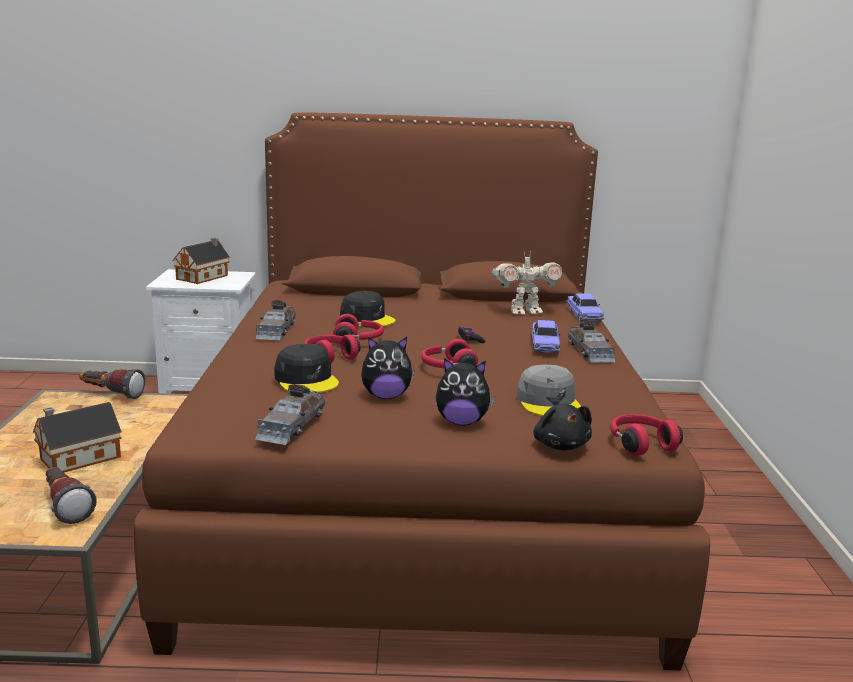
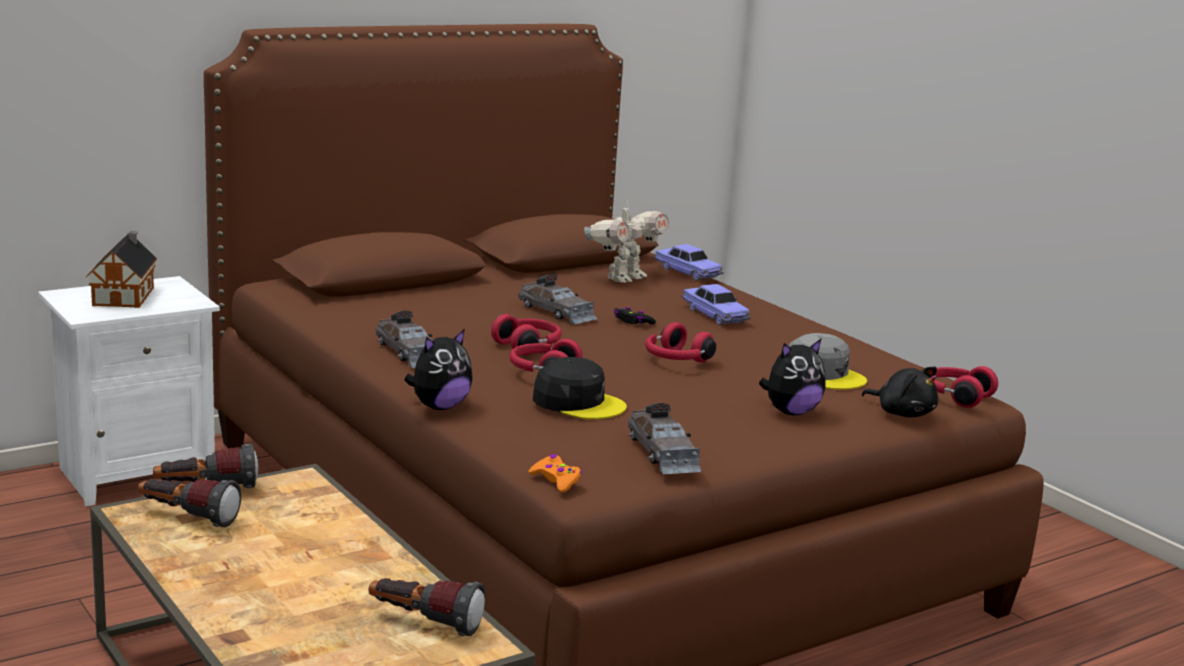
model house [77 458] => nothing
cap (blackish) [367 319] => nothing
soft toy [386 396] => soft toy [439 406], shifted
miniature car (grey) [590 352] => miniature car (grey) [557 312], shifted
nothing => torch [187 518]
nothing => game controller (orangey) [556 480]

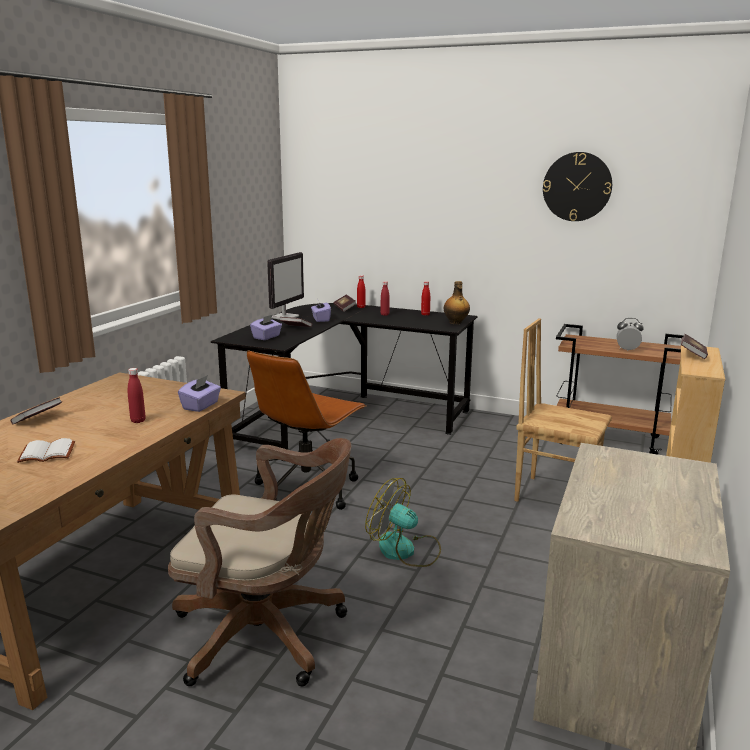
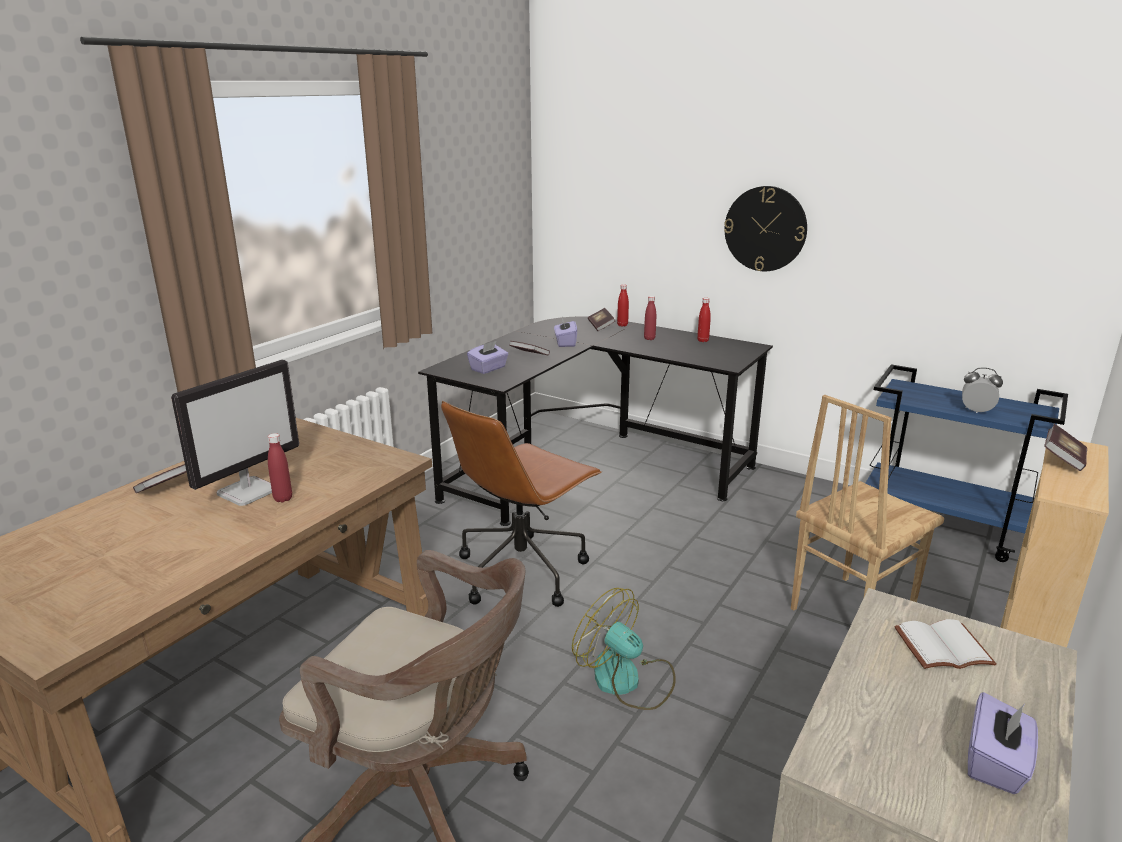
book (whitish) [46 454] => book (whitish) [942 649], shifted
tissue holder (purplish) [201 406] => tissue holder (purplish) [996 763], shifted
computer display [285 317] => computer display [248 491], shifted
bottle [455 323] => nothing
plain chair (brown-coloured) [555 495] => plain chair (brown-coloured) [849 611], 75 degrees counterclockwise
clock on the wall [577 186] => clock on the wall [765 229], shifted
trolley (brown-coloured) [609 440] => trolley (blue-coloured) [942 527]

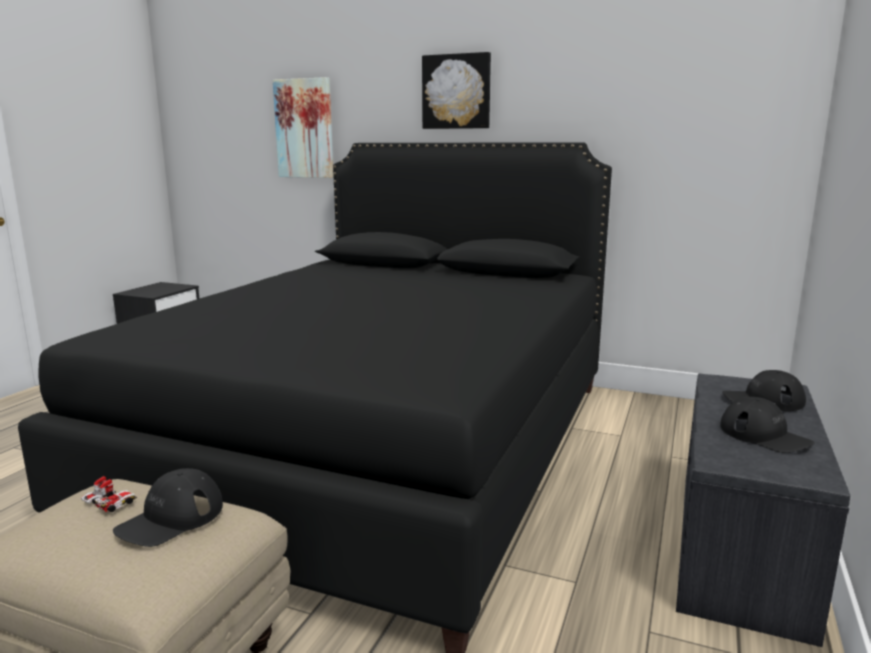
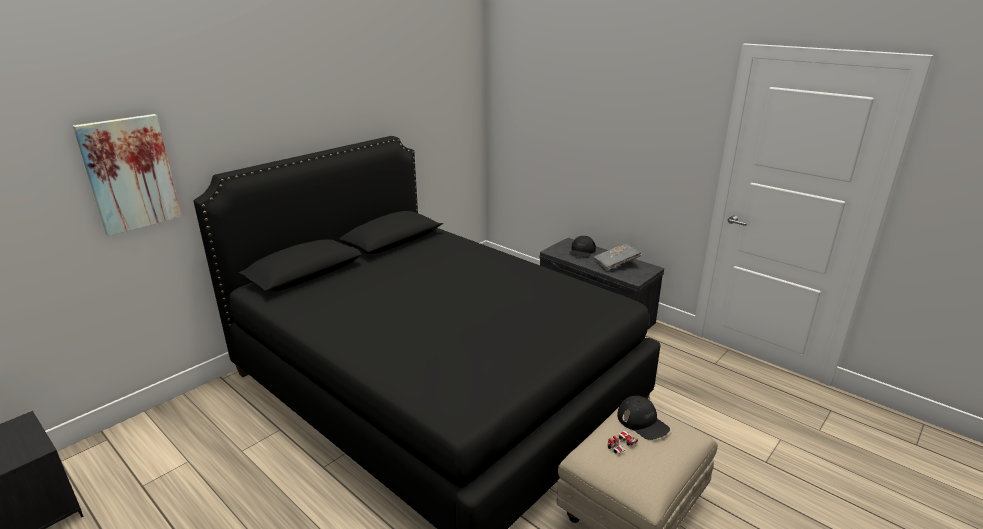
picture [457 92] => nothing
cap (blackish) [765 435] => book (grey) [616 263]

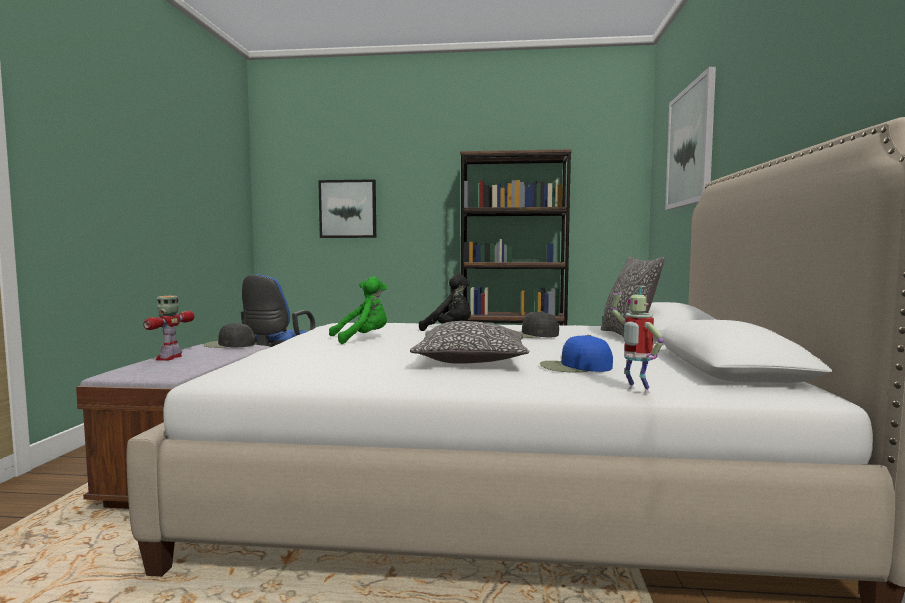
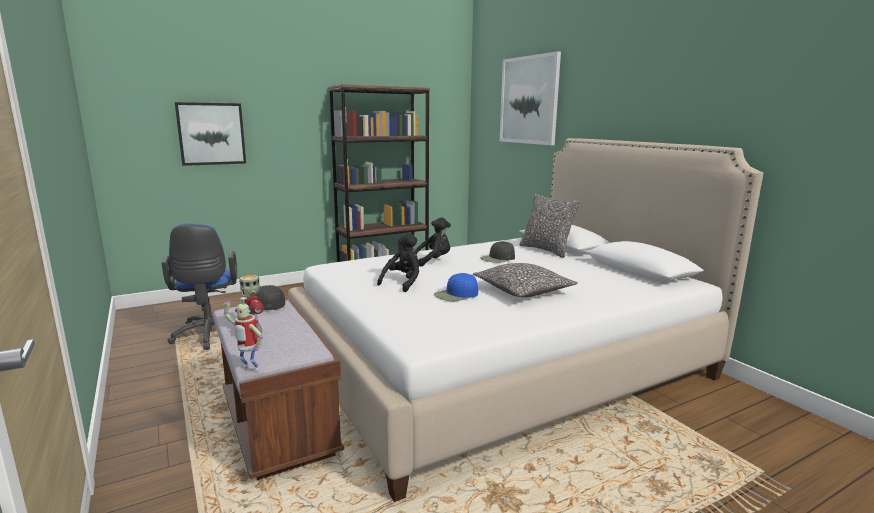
soft toy (green-coloured) [363 339] => soft toy (blackish) [403 283]
cap (blue-coloured) [575 367] => cap (blue-coloured) [456 295], shifted
robot figure [636 390] => robot figure [249 369], shifted

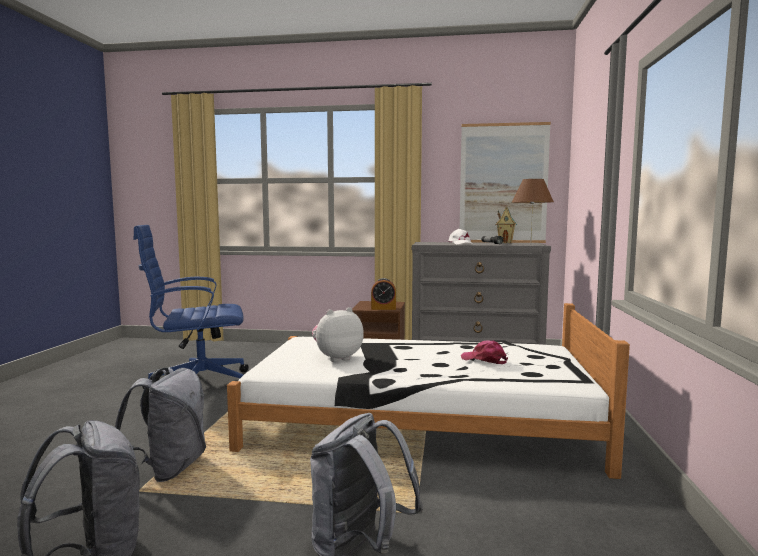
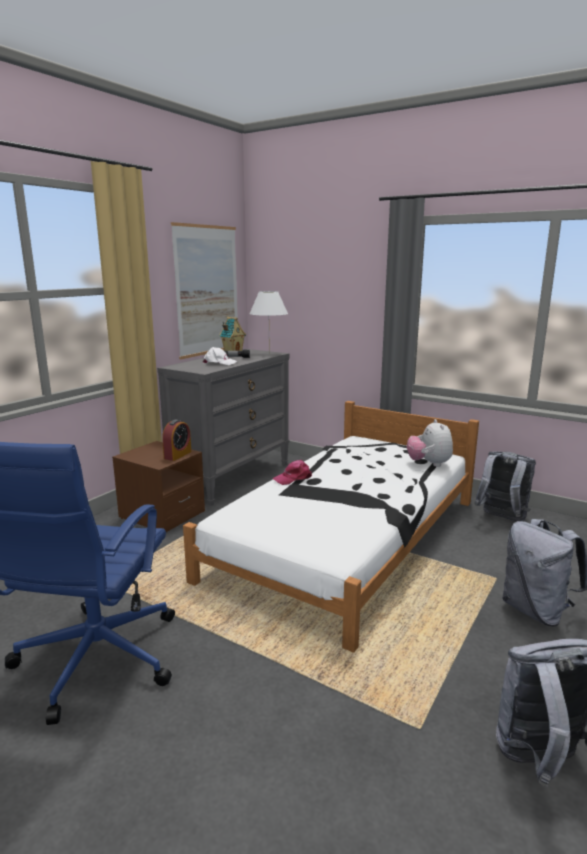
backpack (grey) [169 469] => backpack (grey) [501 518], shifted
soft toy [336 358] => soft toy [429 464], shifted
cap (pinkish) [484 360] => cap (pinkish) [293 478], shifted
table lamp (brown-coloured) [531 244] => table lamp (whitish) [269 354]

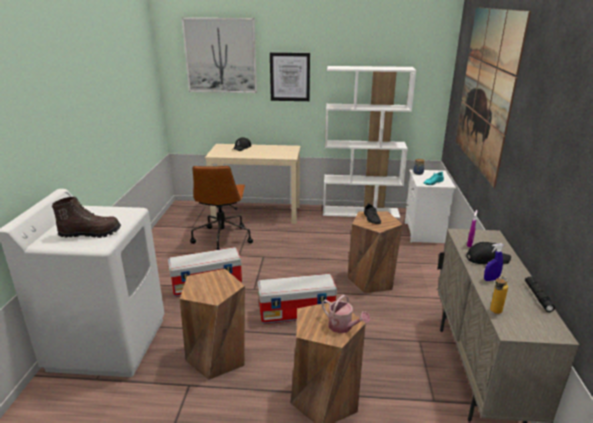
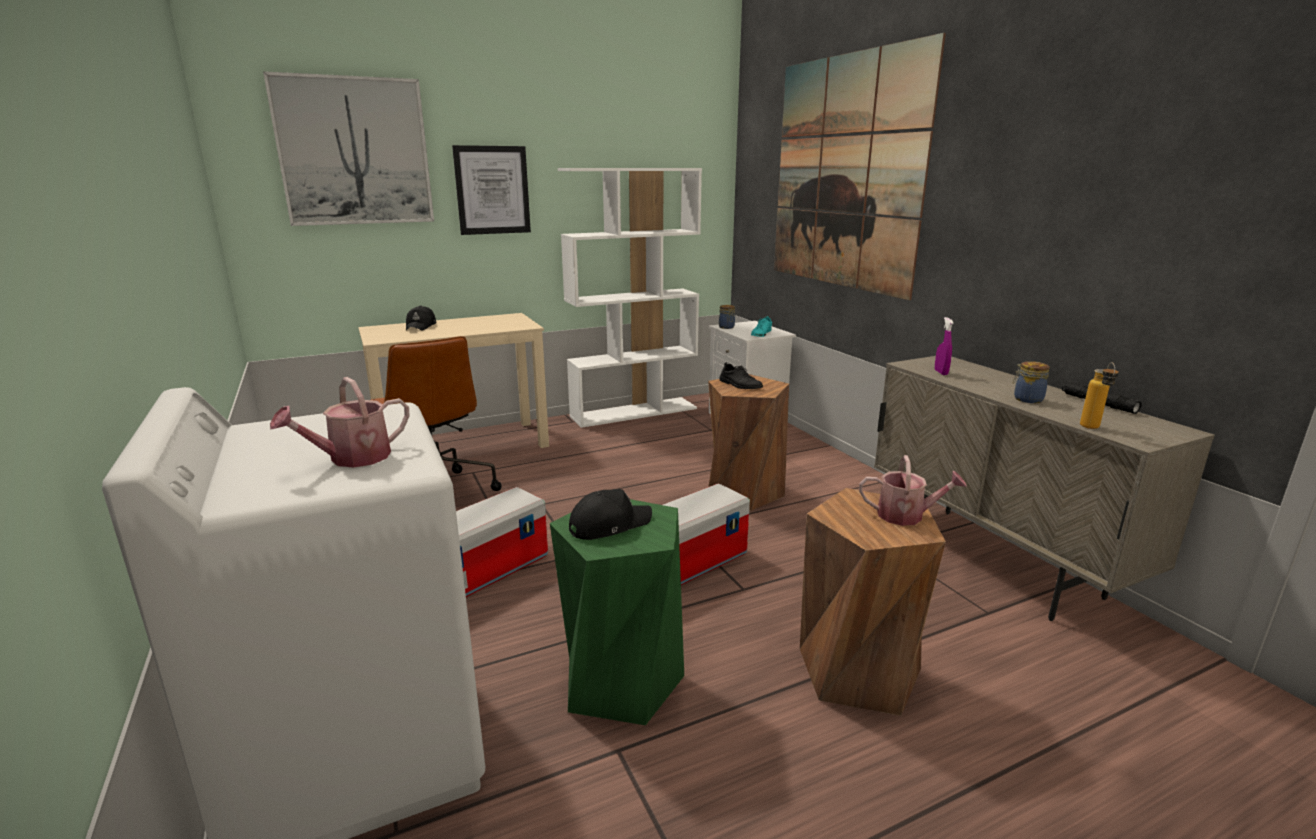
boot (brown-coloured) [91 233] => watering can [352 458]
stool seat (brown-coloured) [217 356] => stool seat (green-coloured) [621 680]
cap (blackish) [486 259] => cap (blackish) [609 525], shifted
spray bottle (blue-coloured) [491 279] => preserve jar [1026 399]

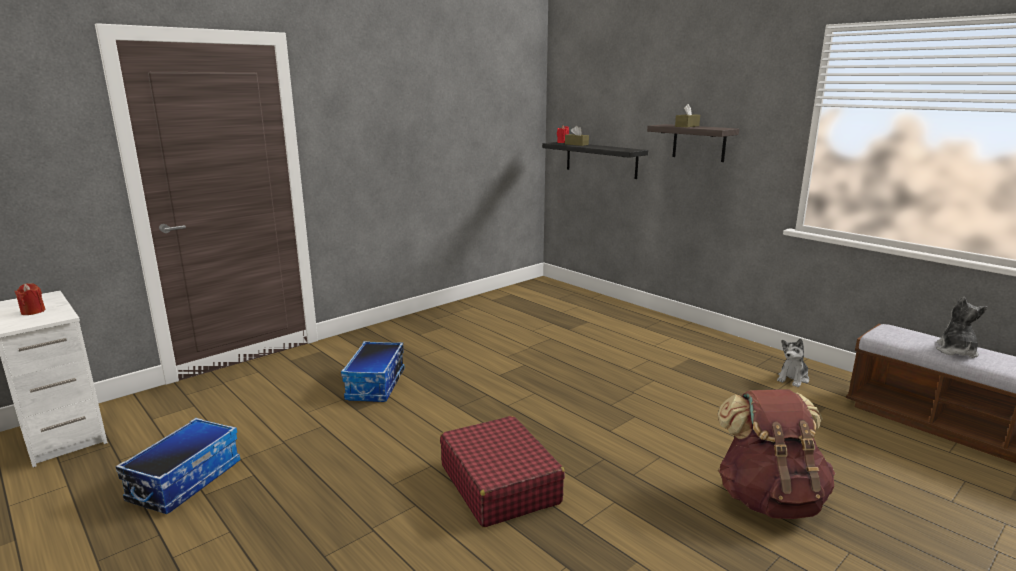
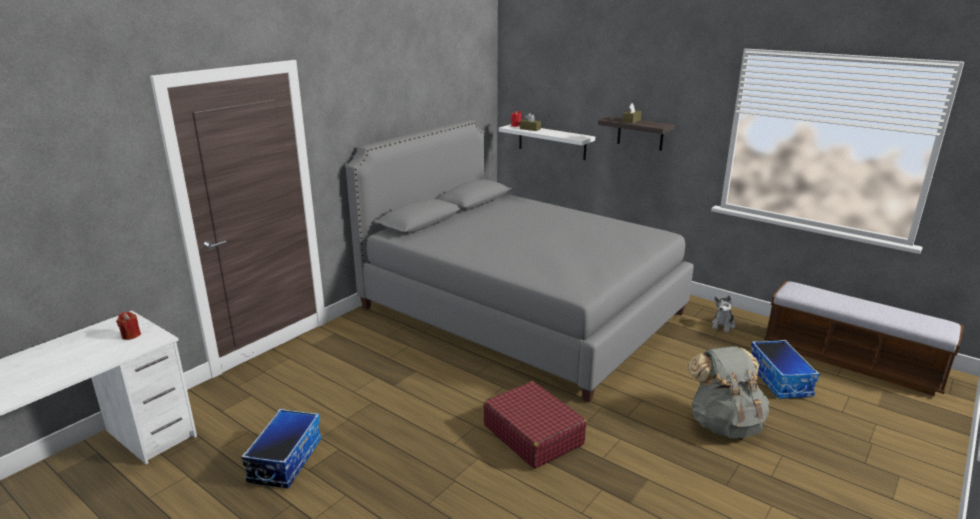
storage box [376 385] => storage box [780 380], shifted
wall shelf (blackish) [601 159] => wall shelf (whitish) [552 142]
backpack (brown-coloured) [769 498] => backpack (grey) [724 424]
soft toy [956 351] => nothing
nothing => bed (grey) [521 310]

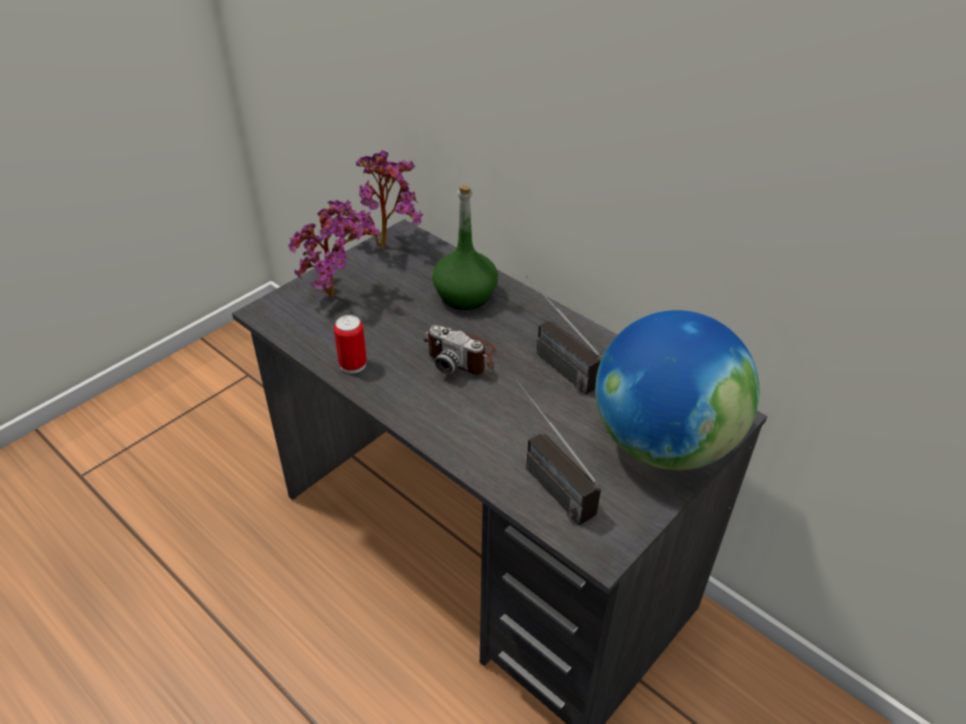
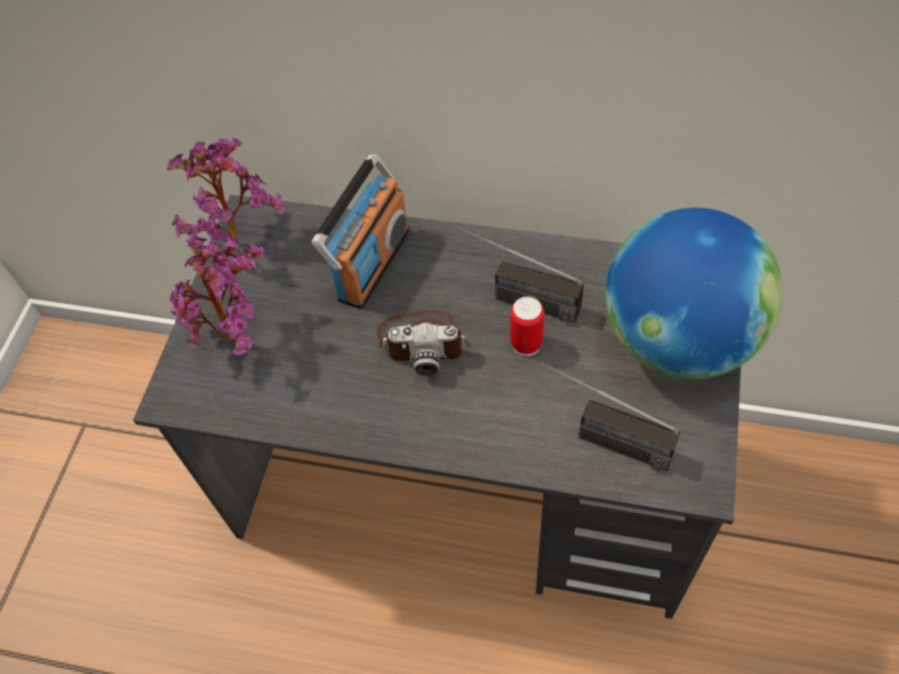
metal can [353 364] => metal can [526 343], shifted
bottle (green-coloured) [465 295] => radio receiver [372 264]

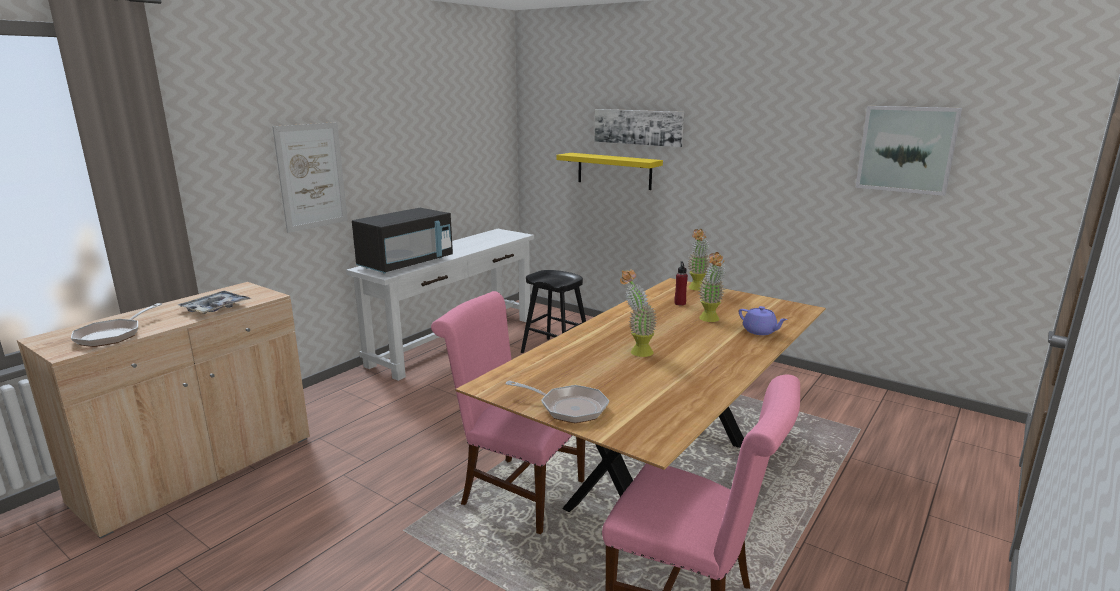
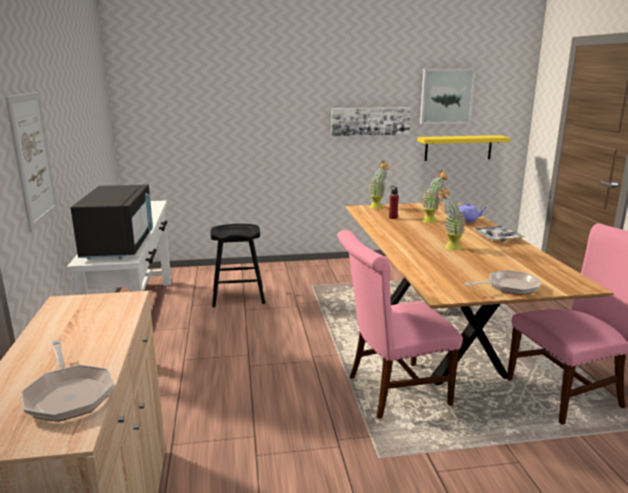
carrying tray [215 308] => carrying tray [497 238], shifted
wall shelf (yellow) [614 171] => wall shelf (yellow) [458 148], shifted
picture [638 127] => picture [370 121], shifted

